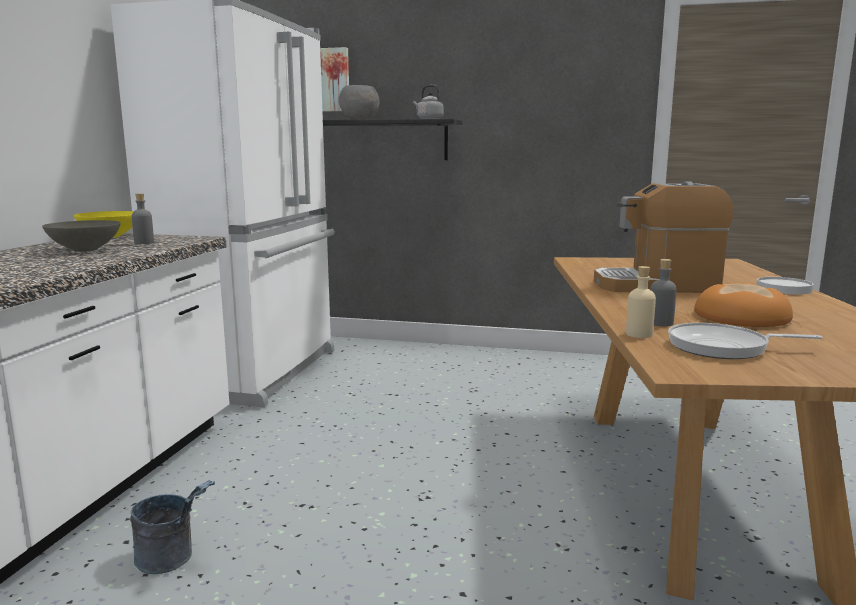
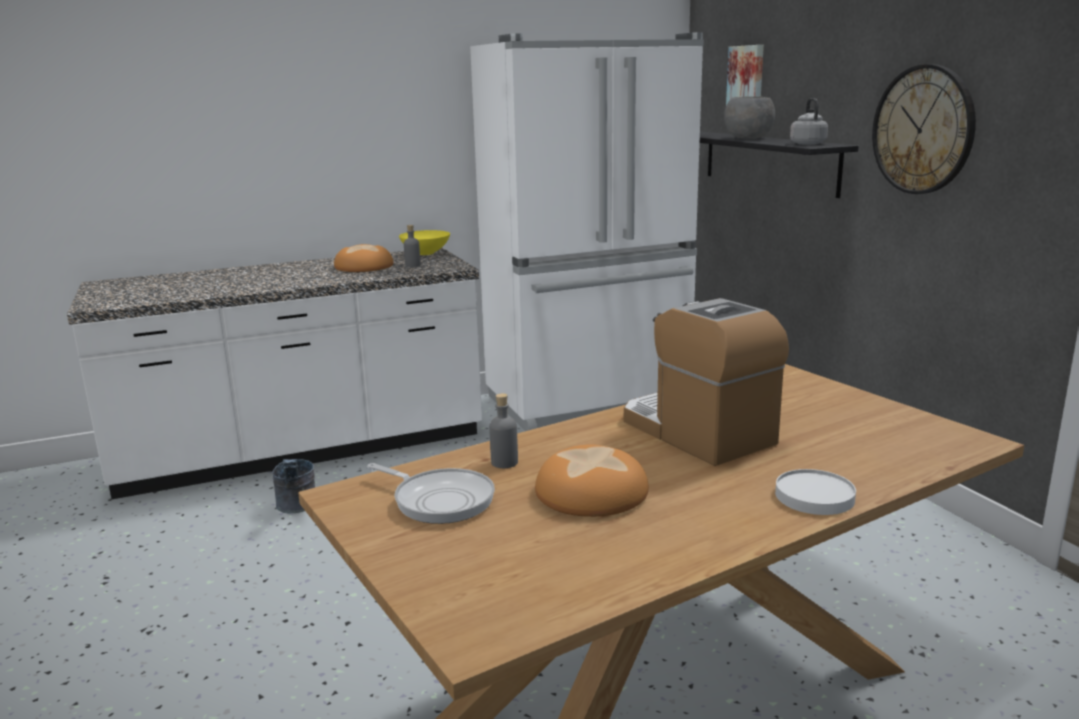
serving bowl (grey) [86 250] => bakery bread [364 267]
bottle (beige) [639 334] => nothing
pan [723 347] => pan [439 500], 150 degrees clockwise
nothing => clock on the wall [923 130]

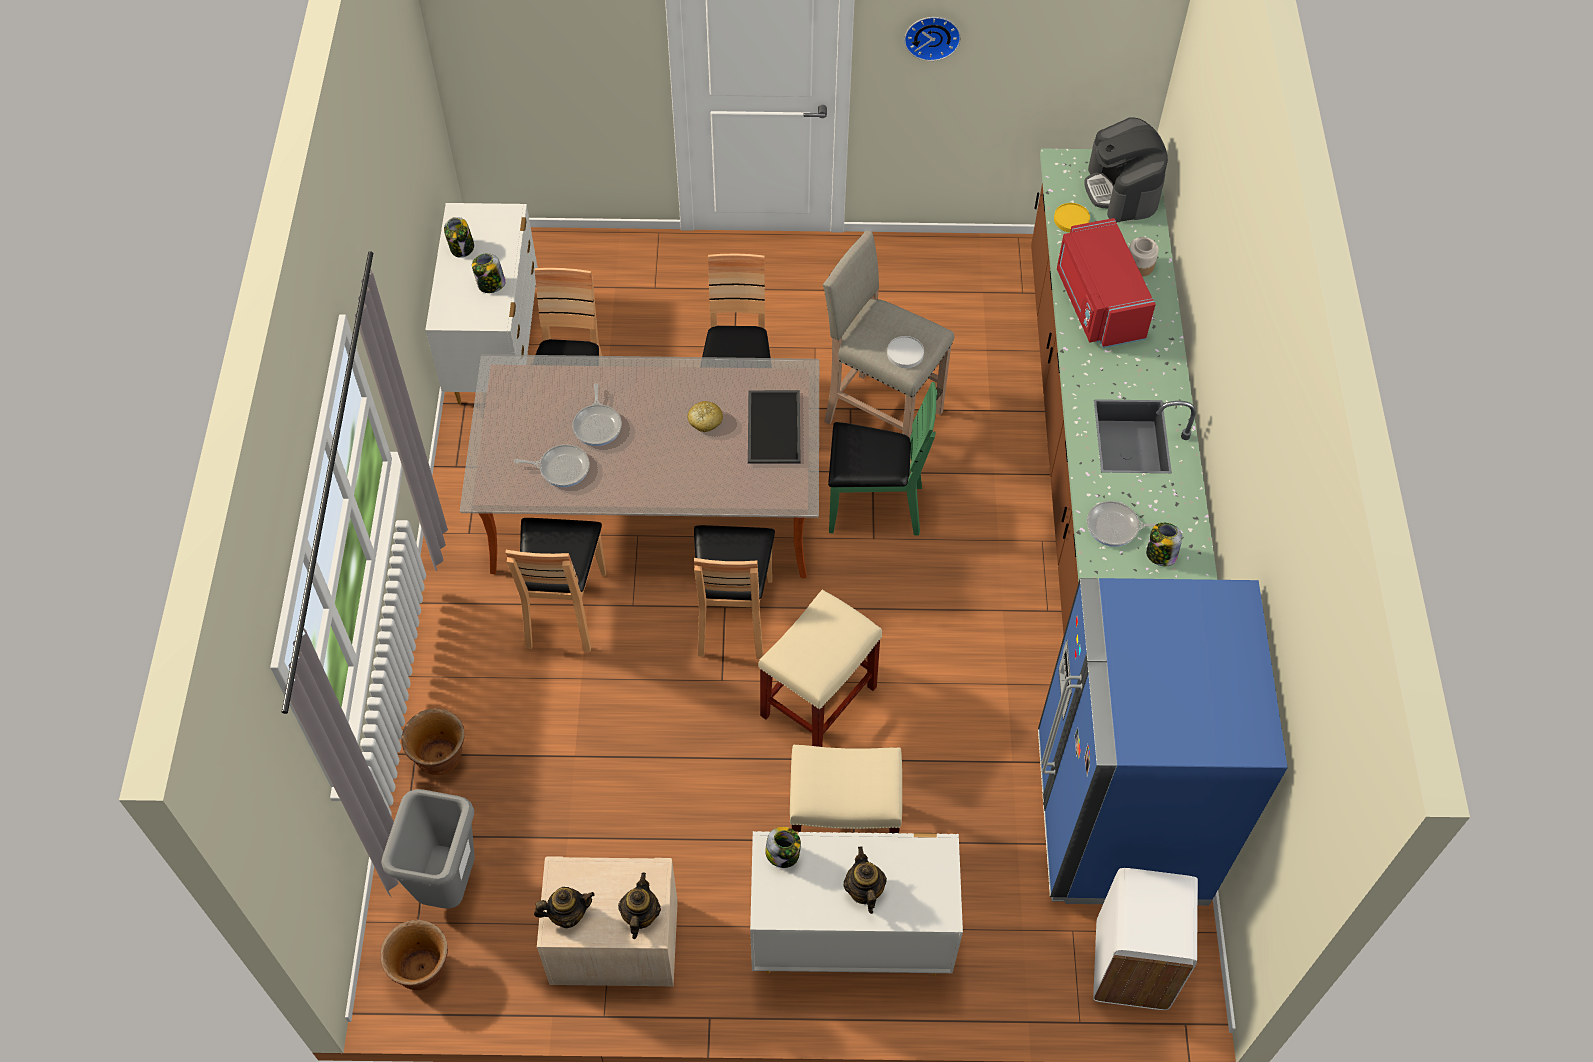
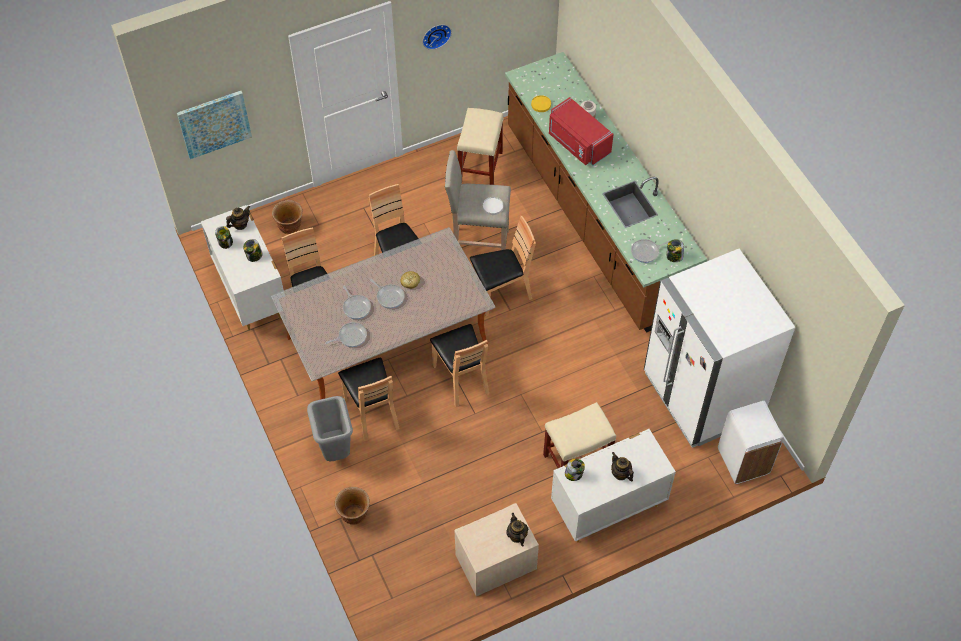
plant pot (brown-coloured) [422 969] => plant pot (brown-coloured) [290 227], shifted
waste bin (grey) [449 884] => waste bin (grey) [335 451], shifted
teapot [567 914] => teapot [240 224], shifted
carrying tray [772 426] => nothing
stool seat (beige) [818 703] => stool seat (beige) [480 168], shifted
plain chair (green-coloured) [874 506] => plain chair (brown-coloured) [501 293]
kitchen fridge (blue-coloured) [1119 819] => kitchen fridge (whitish) [702 395]
coffee maker [1122 190] => nothing
nothing => picture [214 123]
nothing => pan [389 296]

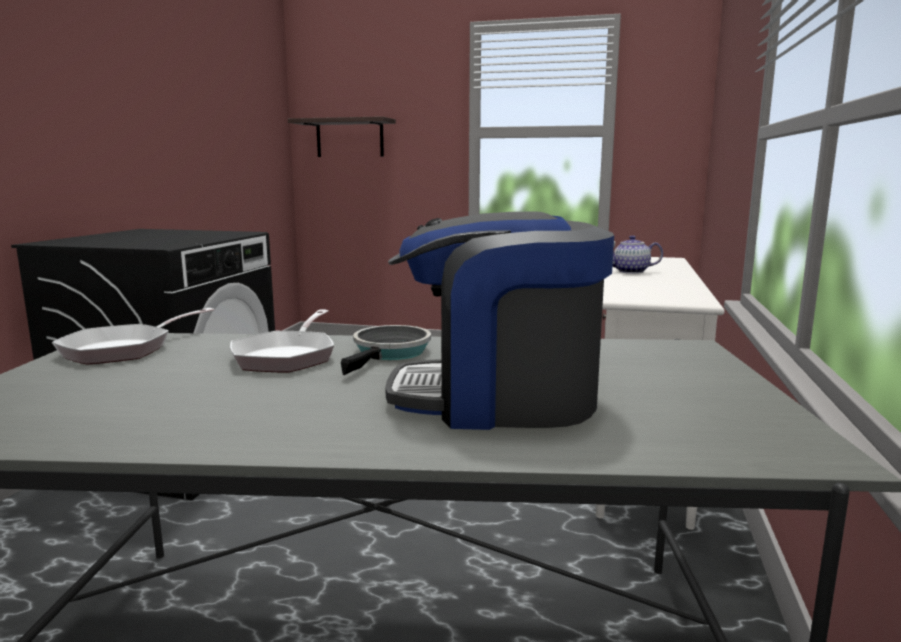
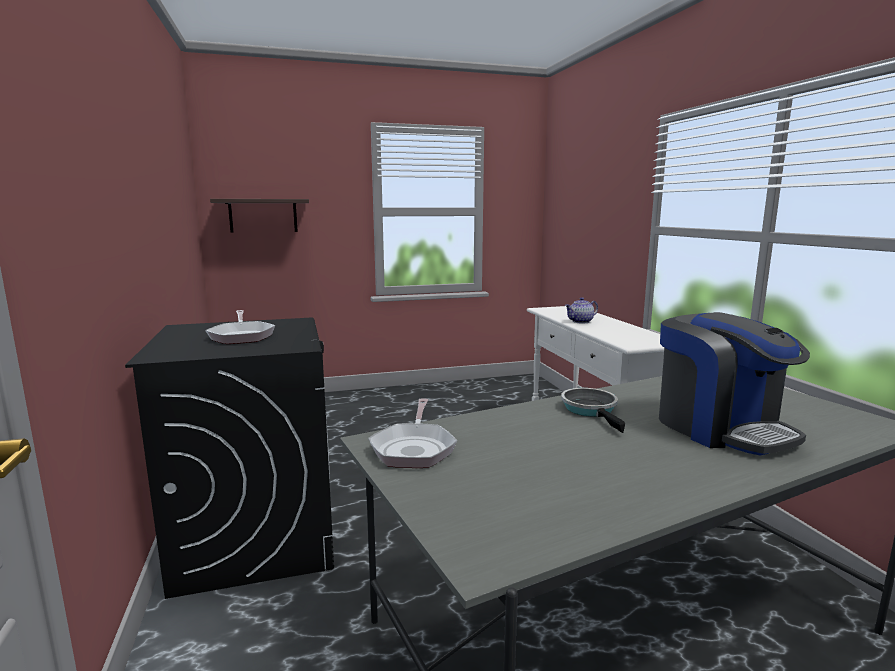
pan [287 356] => pan [242 336], shifted
coffee maker [498 399] => coffee maker [721 428], 90 degrees counterclockwise

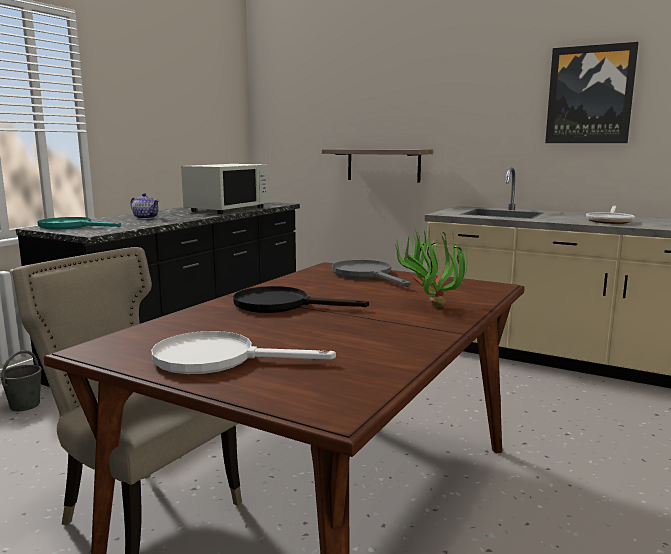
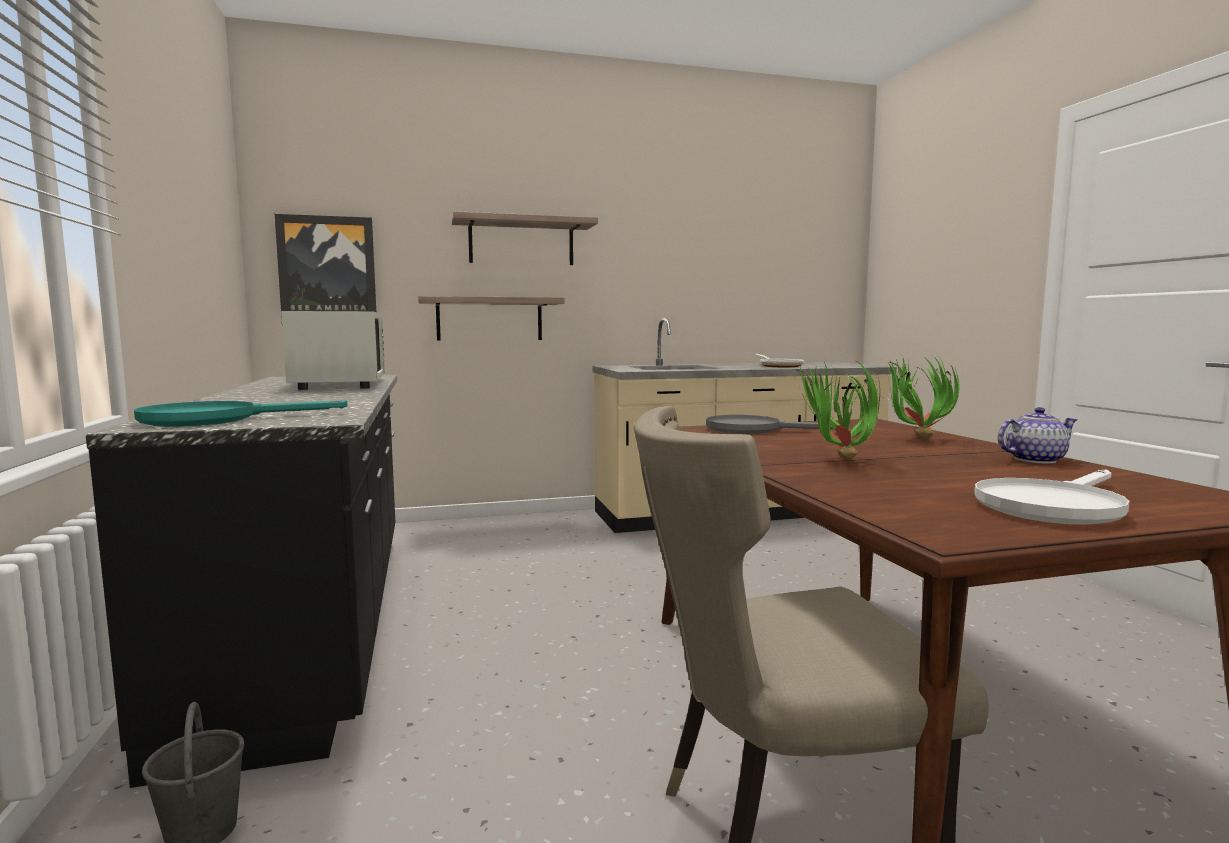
teapot [146 217] => teapot [1034 460], shifted
pan (blackish) [281 305] => plant in a pot [837 461]
picture [590 95] => picture [327 271], shifted
nothing => wall shelf [521 242]

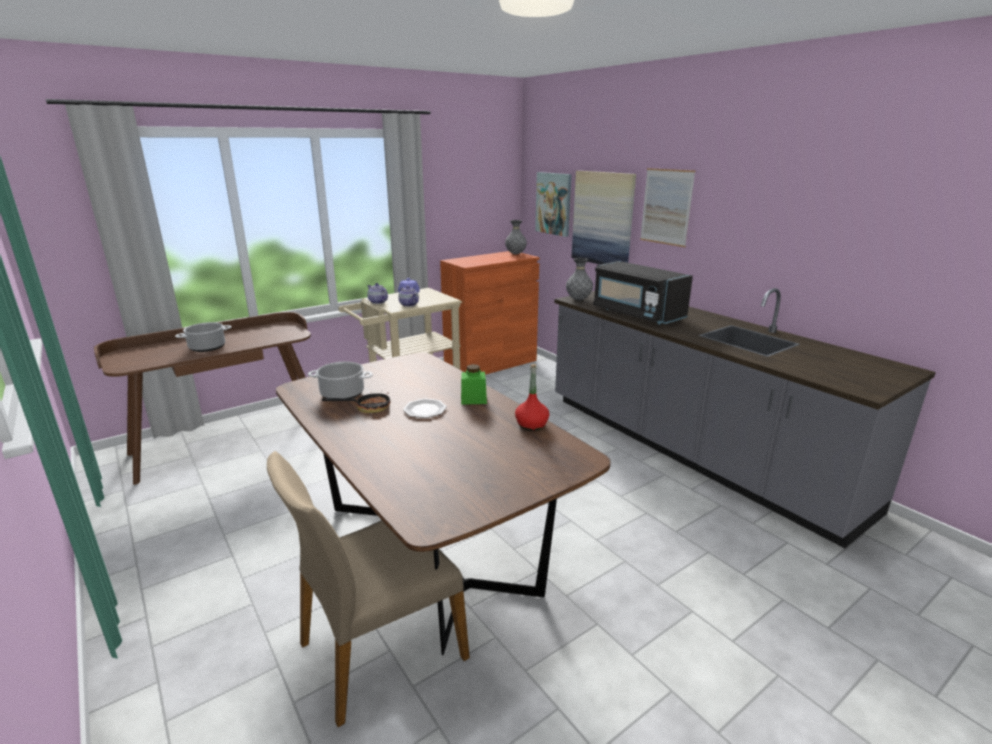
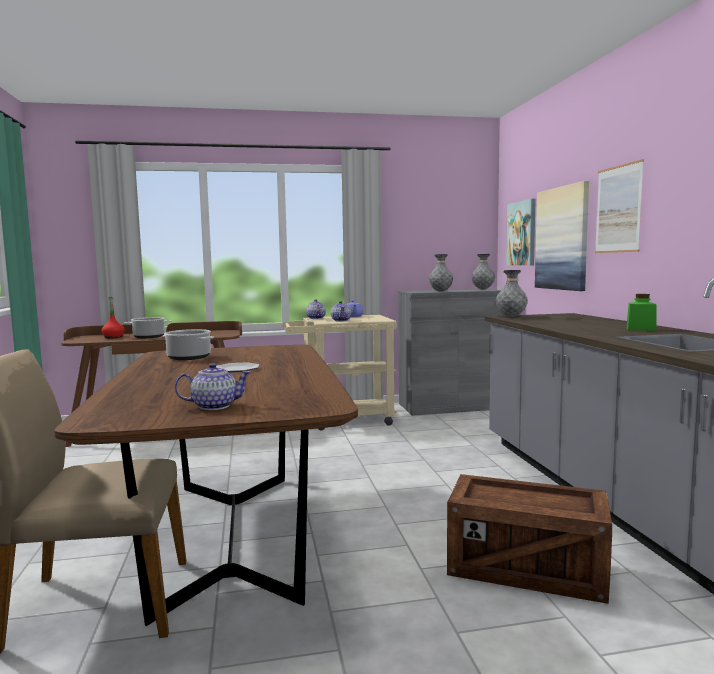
pan [367 407] => nothing
cabinet (orangey) [490 363] => cabinet (grey) [449 406]
preserve jar (green-coloured) [473 399] => preserve jar (green-coloured) [640 329], shifted
bottle (red-coloured) [531 425] => bottle (red-coloured) [113 337], shifted
microwave oven (blackish) [636 314] => nothing
nothing => teapot [214 406]
nothing => flower vase (grey) [440 291]
nothing => packing crate [526 569]

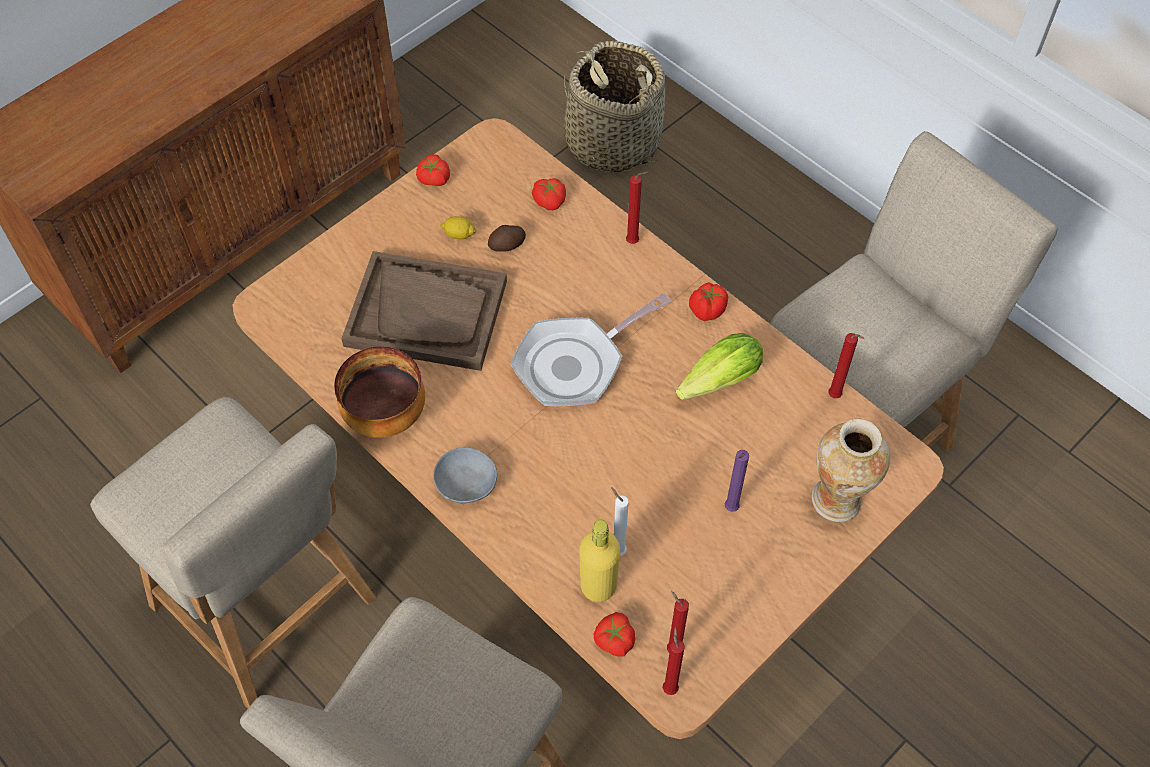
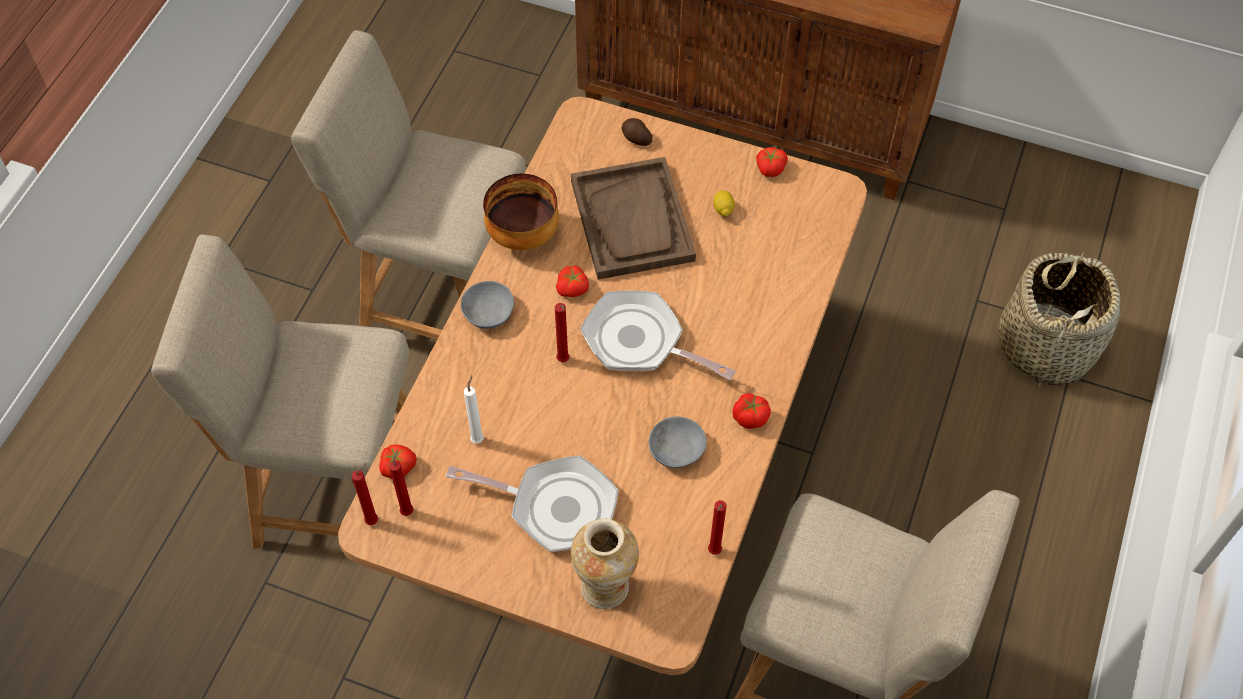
plain chair (beige) [270 609] => plain chair (beige) [439 302], 90 degrees clockwise
spud [507 245] => spud [636 139], shifted
tomato [550 200] => tomato [573 288], shifted
bottle (yellow) [598 585] => nothing
wax candle (red-coloured) [634 242] => wax candle (red-coloured) [563 361], shifted
lettuce [715 383] => serving bowl (grey) [676 451]
wax candle (purplish) [730 509] => pan [555 507]

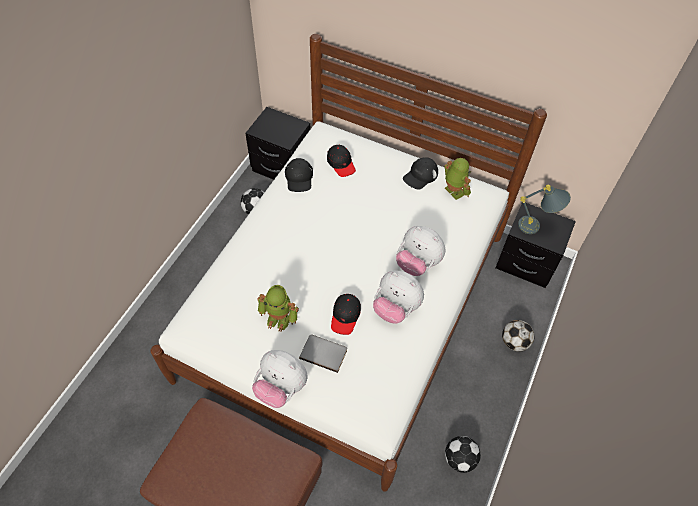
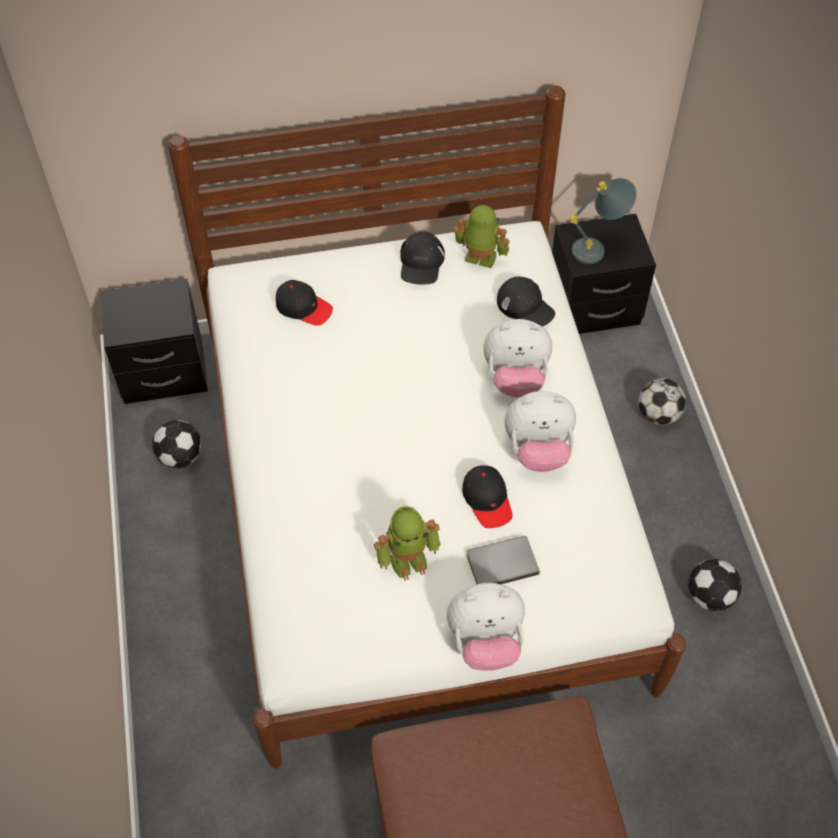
cap (blackish) [299 178] => cap (blackish) [525 307], shifted

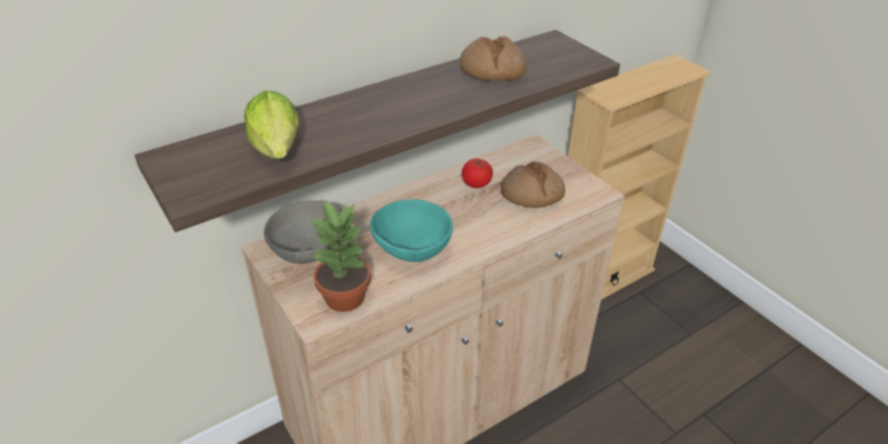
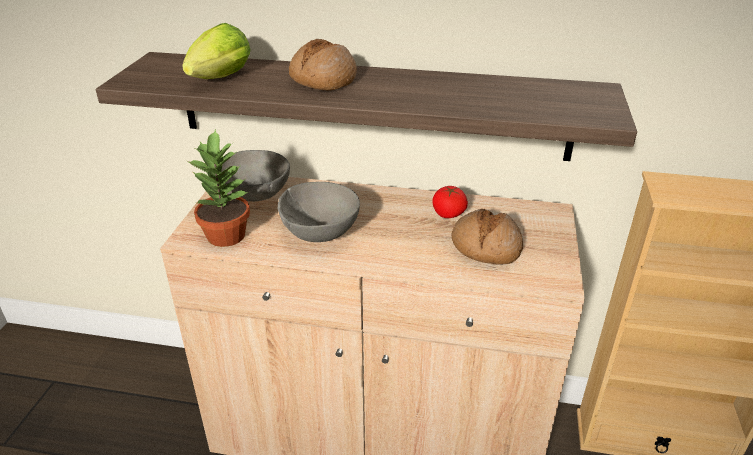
serving bowl (blue-green) [413 250] => serving bowl (grey) [320 233]
bakery bread [492 71] => bakery bread [322 79], shifted

